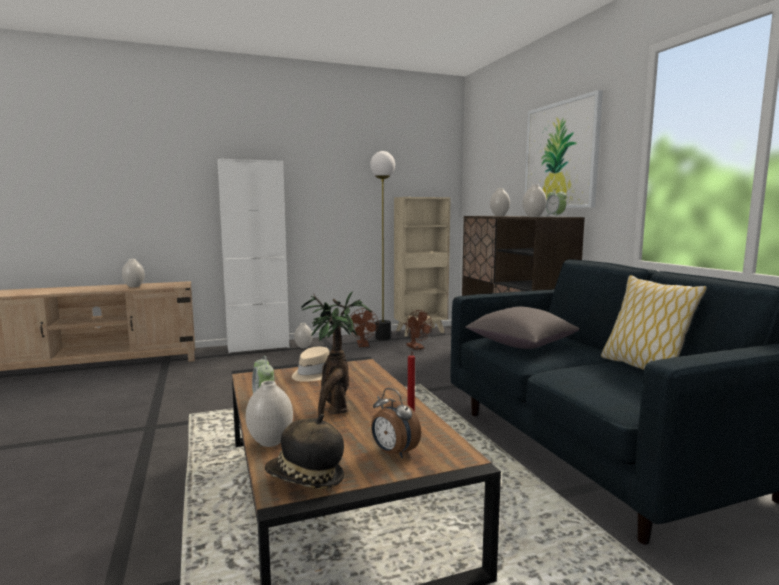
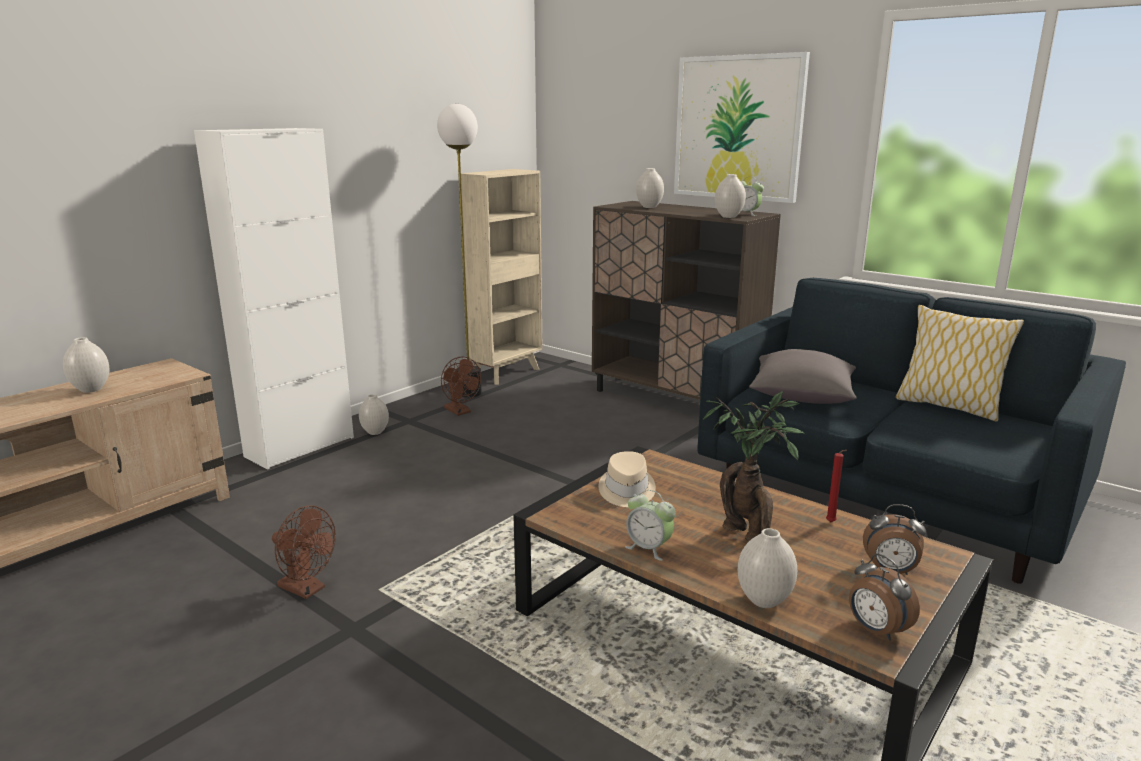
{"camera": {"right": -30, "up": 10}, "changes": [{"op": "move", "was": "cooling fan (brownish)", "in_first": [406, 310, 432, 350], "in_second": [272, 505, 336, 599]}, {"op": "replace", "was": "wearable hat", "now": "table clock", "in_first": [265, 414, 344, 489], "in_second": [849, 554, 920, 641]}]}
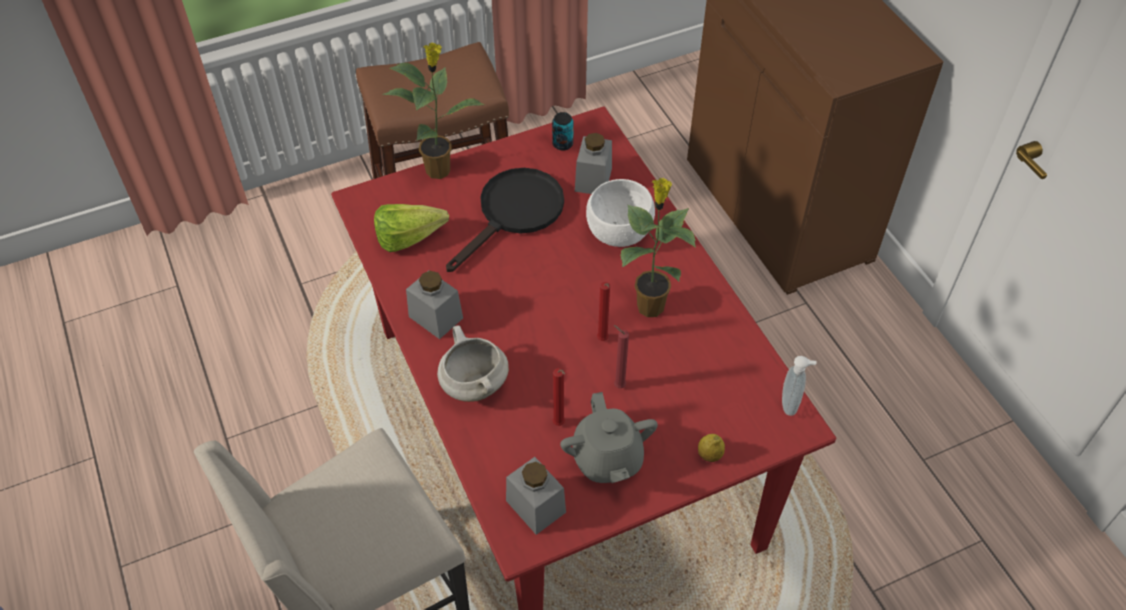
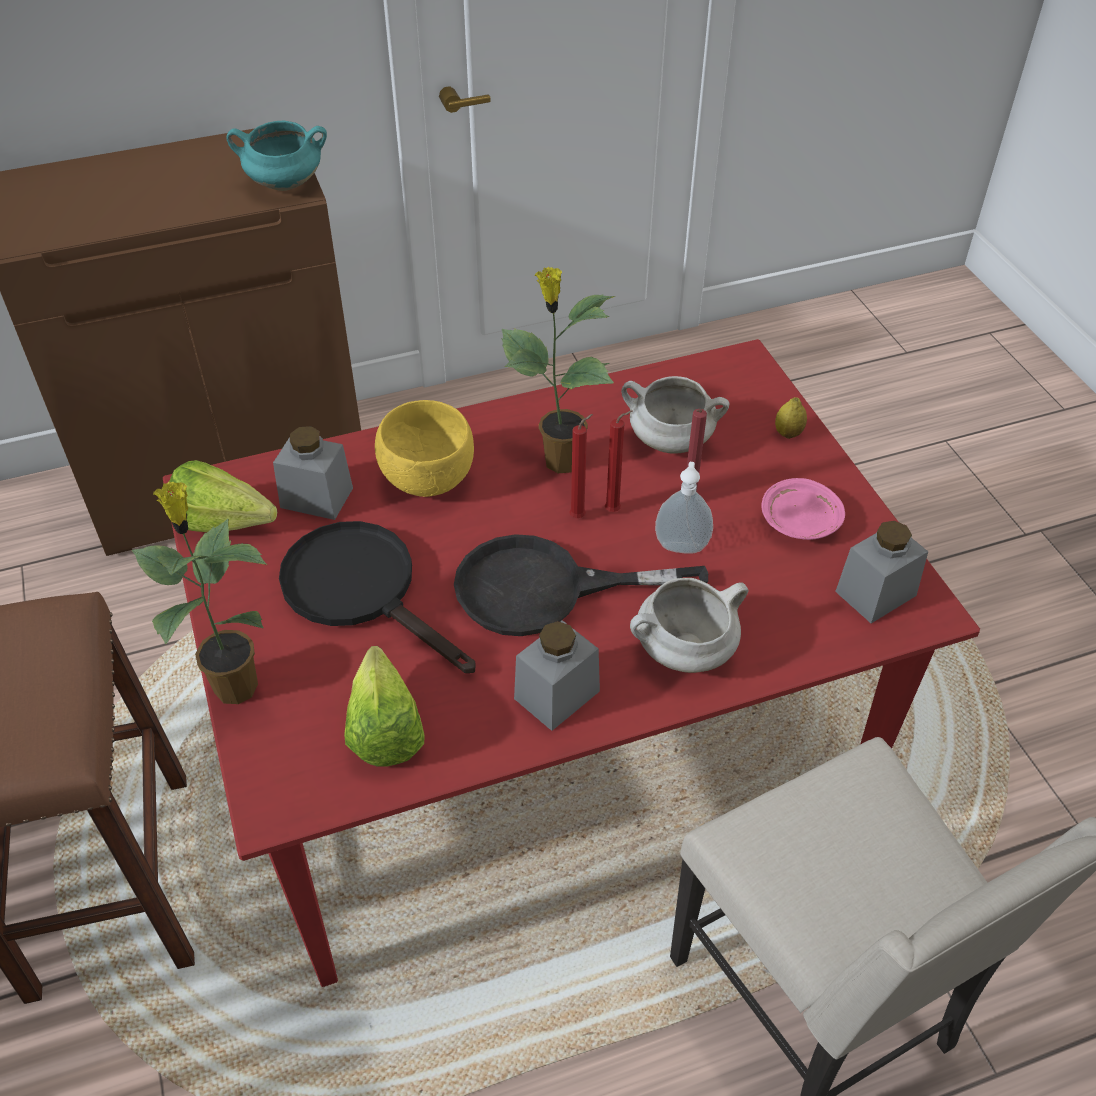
{"camera": {"right": -85, "up": -5}, "changes": [{"op": "insert", "now": "cooking pot (blue-green)", "in_second": [226, 121, 327, 191]}, {"op": "insert", "now": "skillet (black-coloured)", "in_second": [454, 534, 708, 636]}, {"op": "insert", "now": "cooking pot (whitish)", "in_second": [621, 376, 729, 454]}, {"op": "move", "was": "wax candle (reddish)", "in_first": [552, 368, 565, 426], "in_second": [570, 414, 593, 518]}, {"op": "move", "was": "soap dispenser", "in_first": [782, 356, 817, 416], "in_second": [655, 462, 713, 554]}, {"op": "replace", "was": "sealed can", "now": "lettuce", "in_first": [552, 112, 574, 151], "in_second": [169, 460, 277, 532]}, {"op": "replace", "was": "teapot (gray)", "now": "dinner plate (pink-coloured)", "in_first": [560, 392, 658, 483], "in_second": [761, 478, 845, 540]}, {"op": "recolor", "was": "serving bowl (whitish)", "now": "serving bowl (yellow)", "in_first": [586, 179, 655, 247], "in_second": [375, 400, 474, 497]}]}
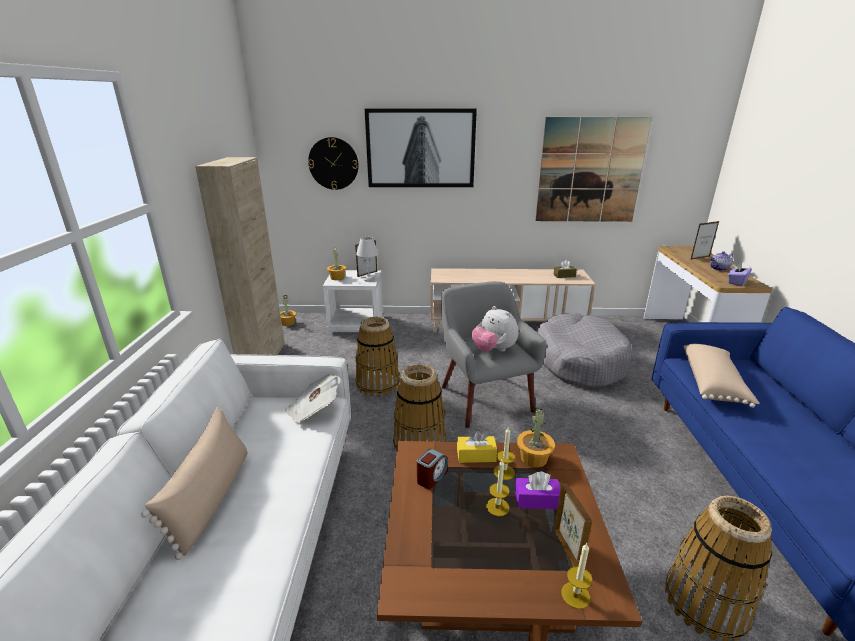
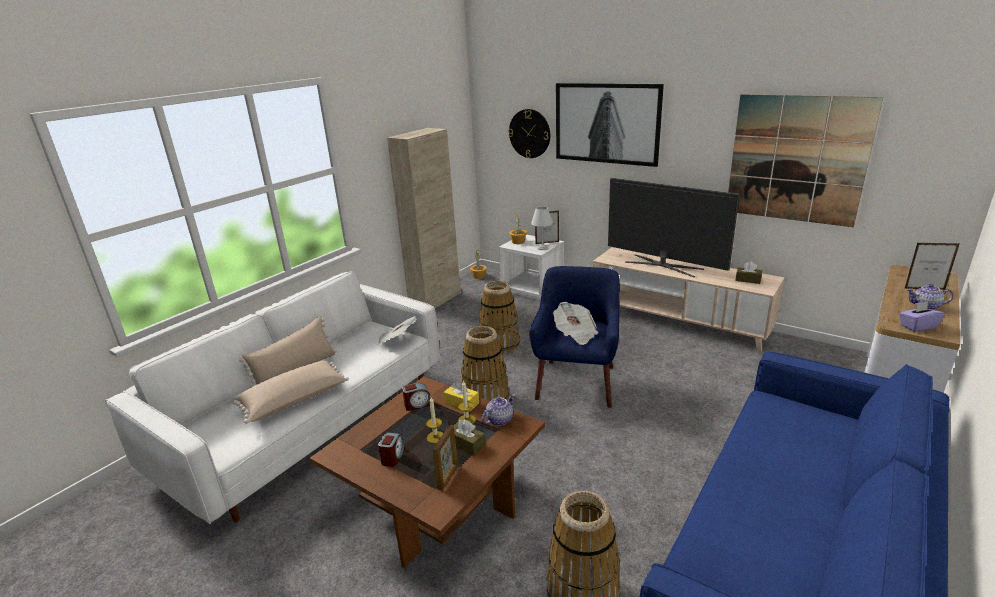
{"camera": {"right": 35, "up": 0}, "changes": [{"op": "delete", "was": "dog bed (gray)", "in_first": [537, 312, 632, 389]}, {"op": "delete", "was": "wax candle", "in_first": [561, 543, 592, 609]}, {"op": "insert", "now": "table clock", "in_second": [378, 433, 406, 467]}, {"op": "insert", "now": "TV", "in_second": [608, 178, 740, 277]}, {"op": "move", "was": "pillow (sand-coloured)", "in_first": [684, 344, 760, 408], "in_second": [233, 361, 349, 424]}, {"op": "replace", "was": "cuddly toy", "now": "daily paper", "in_first": [472, 306, 518, 352], "in_second": [553, 302, 598, 345]}, {"op": "replace", "was": "potted plant", "now": "teapot", "in_first": [517, 408, 555, 468], "in_second": [482, 394, 515, 426]}, {"op": "recolor", "was": "armchair (gray)", "now": "armchair (blue)", "in_first": [441, 281, 547, 428], "in_second": [529, 266, 620, 408]}, {"op": "recolor", "was": "tissue holder (purple-coloured)", "now": "tissue holder (brownish)", "in_first": [515, 472, 561, 509], "in_second": [453, 419, 485, 455]}]}
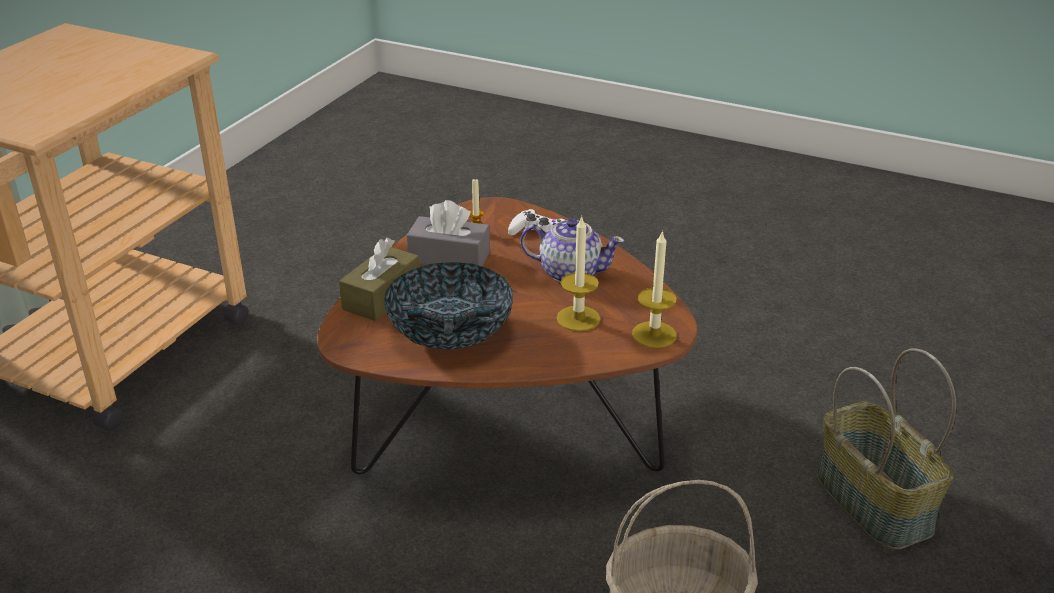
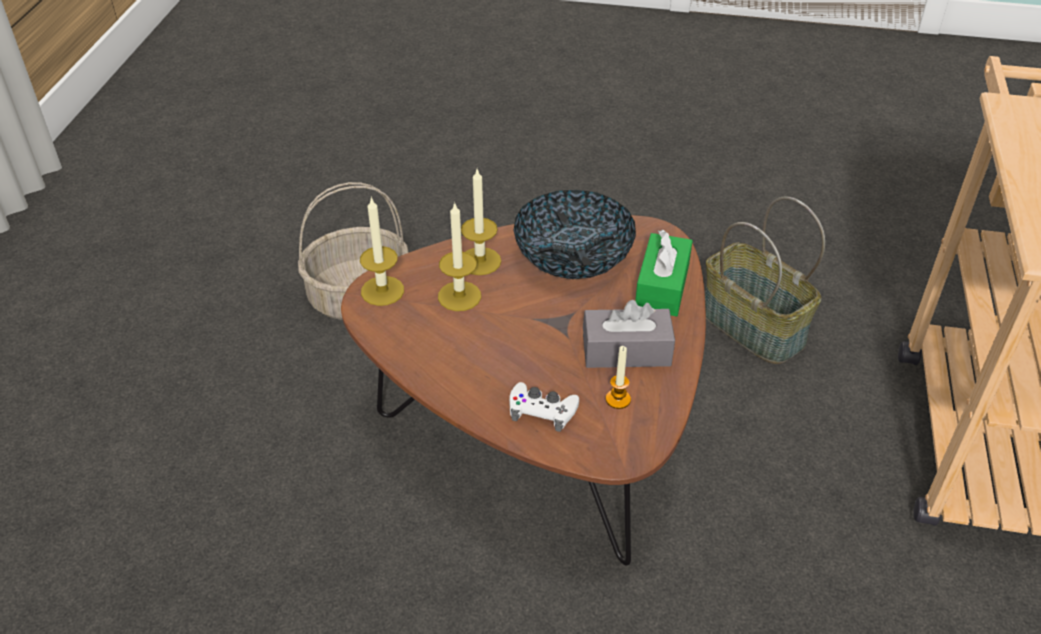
{"camera": {"right": 165, "up": 10}, "changes": [{"op": "delete", "was": "teapot", "in_first": [520, 218, 624, 282]}, {"op": "insert", "now": "wax candle", "in_second": [461, 169, 501, 275]}, {"op": "move", "was": "household basket", "in_first": [816, 348, 956, 550], "in_second": [705, 196, 825, 364]}, {"op": "recolor", "was": "tissue holder (brownish)", "now": "tissue holder (green-coloured)", "in_first": [339, 238, 420, 321], "in_second": [635, 230, 693, 316]}]}
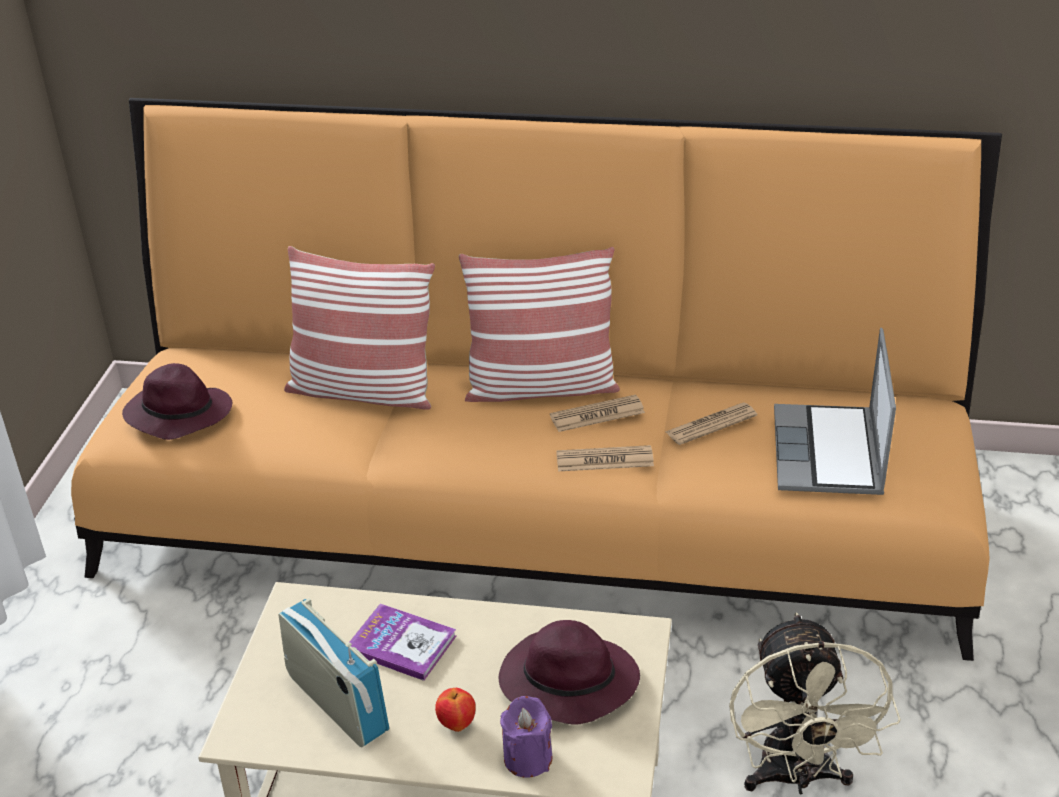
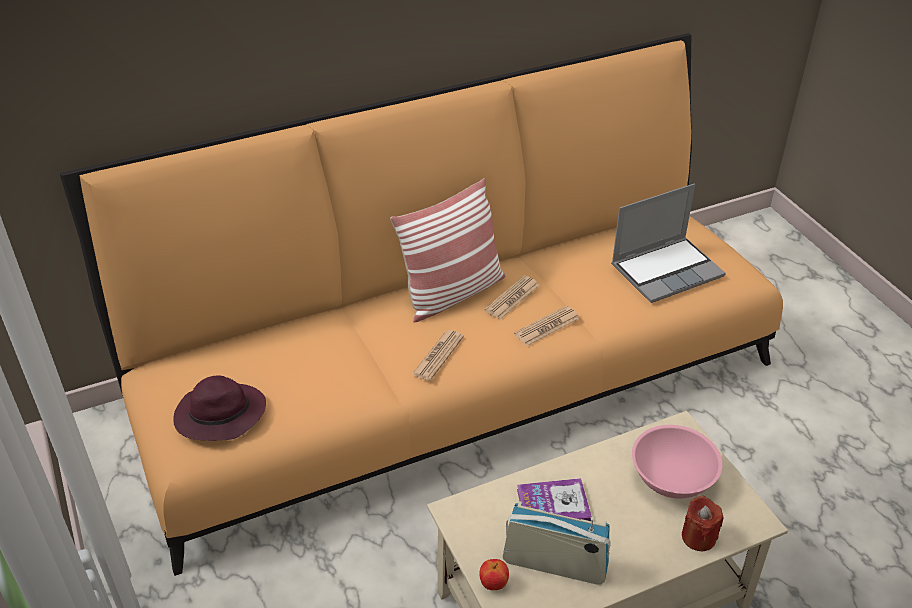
{"camera": {"right": -35, "up": 5}, "changes": [{"op": "delete", "was": "pillow", "in_first": [284, 246, 435, 410]}, {"op": "delete", "was": "cooling fan (sand-coloured)", "in_first": [729, 613, 901, 794]}, {"op": "move", "was": "apple", "in_first": [435, 688, 476, 732], "in_second": [479, 559, 509, 590]}, {"op": "move", "was": "daily paper", "in_first": [665, 402, 757, 445], "in_second": [412, 330, 464, 381]}, {"op": "replace", "was": "wearable hat (purple-coloured)", "now": "serving bowl (pink-coloured)", "in_first": [499, 620, 640, 725], "in_second": [632, 425, 722, 499]}, {"op": "recolor", "was": "wax candle (purple-coloured)", "now": "wax candle (reddish)", "in_first": [500, 696, 553, 778], "in_second": [682, 496, 724, 552]}, {"op": "rotate", "was": "notebook computer", "in_first": [774, 328, 896, 495], "in_second": [611, 184, 726, 303], "clockwise": -90}]}
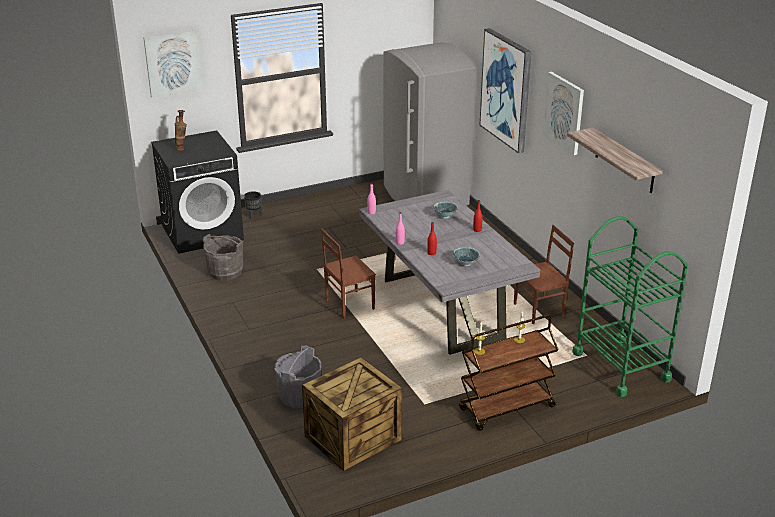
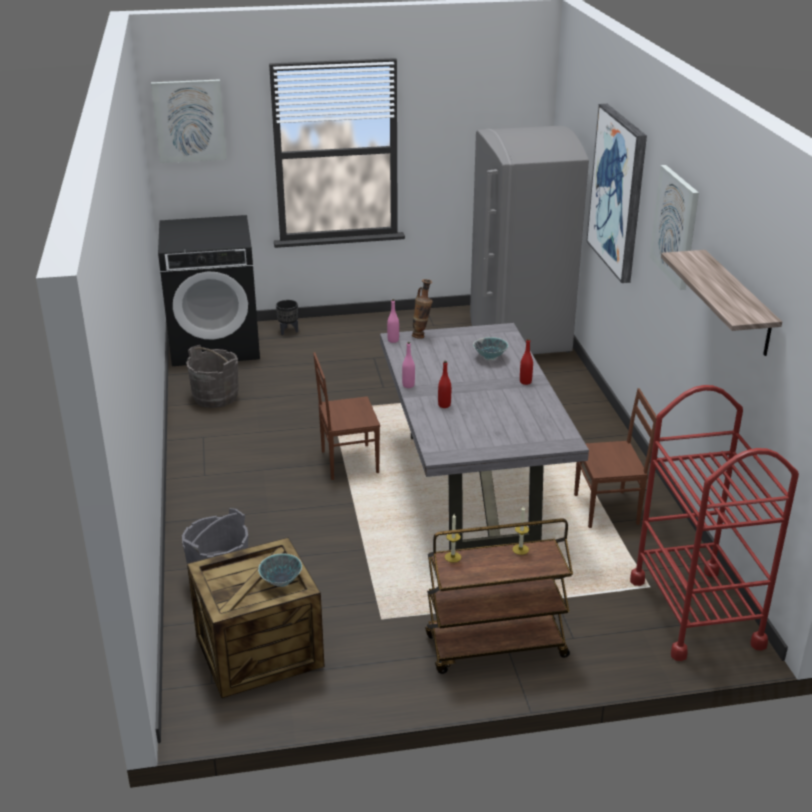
{"camera": {"right": 15, "up": 0}, "changes": [{"op": "move", "was": "decorative vase", "in_first": [175, 110, 187, 151], "in_second": [412, 279, 433, 339]}, {"op": "move", "was": "serving bowl", "in_first": [453, 247, 479, 266], "in_second": [258, 553, 302, 587]}, {"op": "recolor", "was": "trolley (green-coloured)", "now": "trolley (reddish)", "in_first": [573, 216, 688, 397], "in_second": [630, 385, 799, 661]}]}
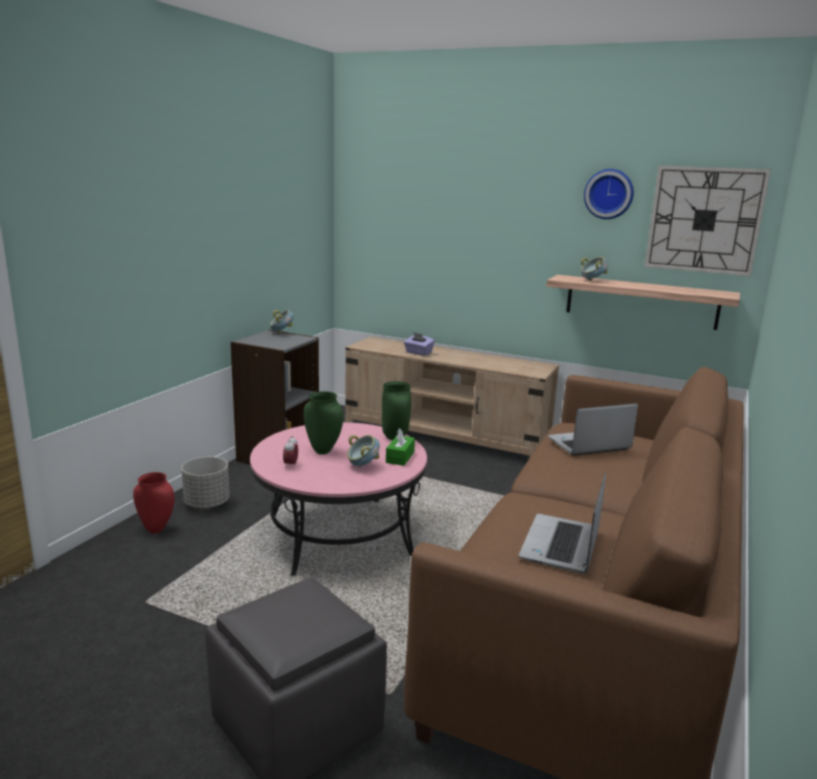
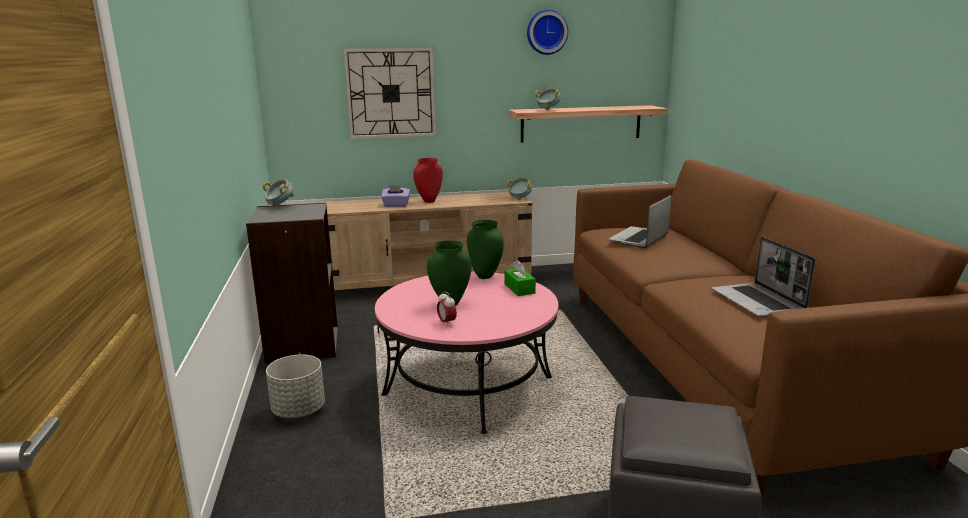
{"camera": {"right": -35, "up": 0}, "changes": [{"op": "move", "was": "decorative vase (reddish)", "in_first": [133, 472, 175, 534], "in_second": [413, 158, 443, 203]}, {"op": "move", "was": "serving bowl", "in_first": [347, 435, 380, 467], "in_second": [507, 177, 532, 200]}, {"op": "move", "was": "wall clock", "in_first": [644, 166, 771, 276], "in_second": [344, 48, 436, 139]}]}
